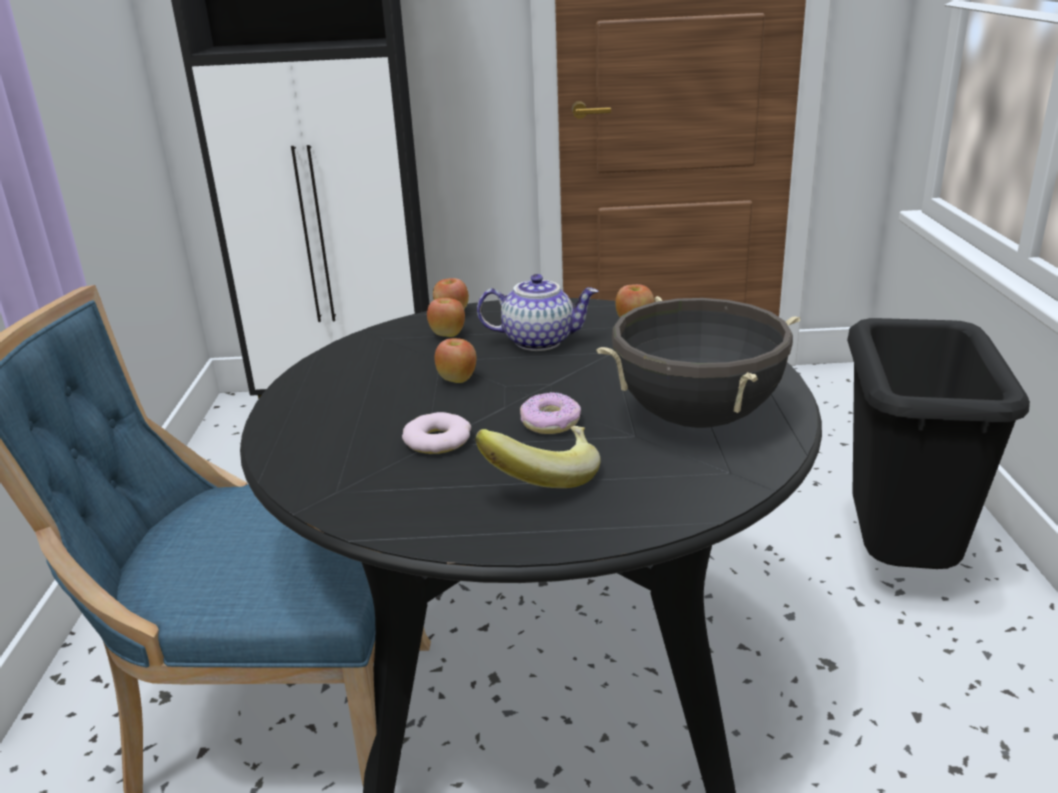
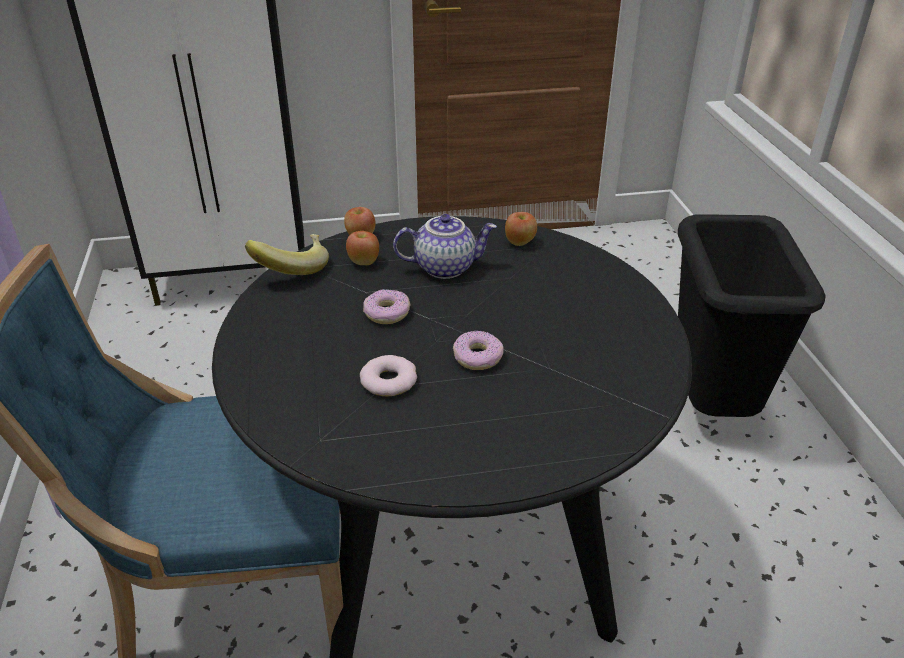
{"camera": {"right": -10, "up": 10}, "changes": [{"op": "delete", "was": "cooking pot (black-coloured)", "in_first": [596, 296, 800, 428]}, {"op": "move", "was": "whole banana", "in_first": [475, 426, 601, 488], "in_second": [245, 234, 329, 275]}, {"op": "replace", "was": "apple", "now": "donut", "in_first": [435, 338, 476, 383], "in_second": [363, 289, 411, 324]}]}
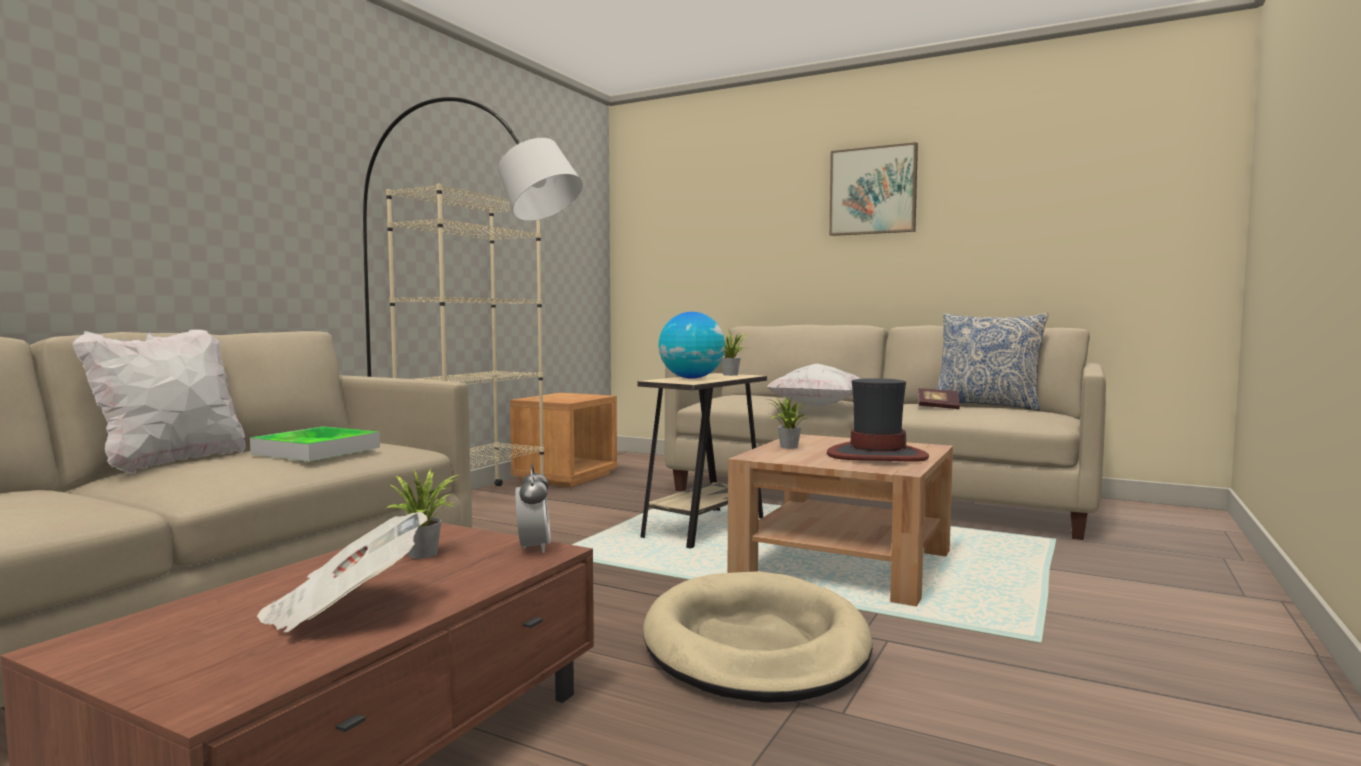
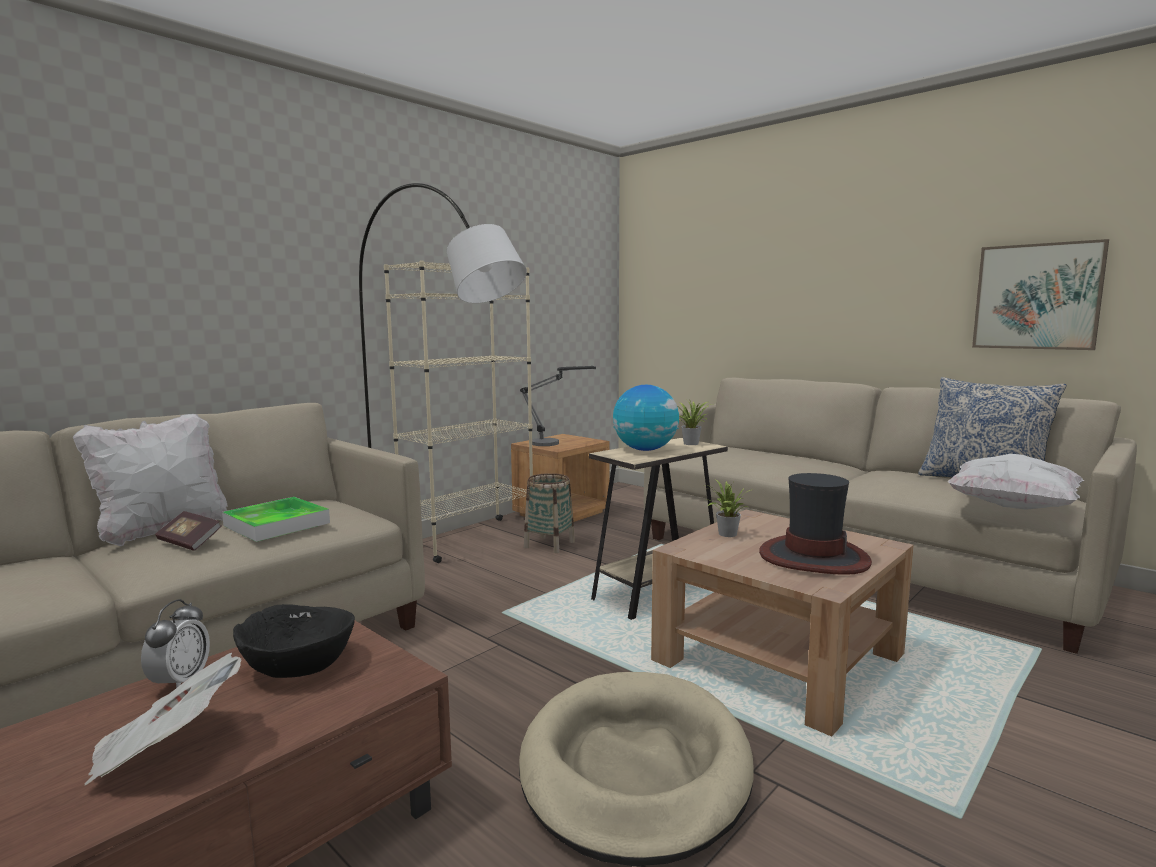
{"camera": {"right": 15, "up": 5}, "changes": [{"op": "insert", "now": "lamp for a table", "in_second": [520, 366, 596, 446]}, {"op": "insert", "now": "household basket", "in_second": [524, 473, 575, 553]}, {"op": "move", "was": "table clock", "in_first": [515, 464, 551, 553], "in_second": [141, 599, 210, 688]}, {"op": "move", "was": "pillow (whitish)", "in_first": [766, 364, 860, 407], "in_second": [947, 454, 1084, 510]}, {"op": "move", "was": "picture", "in_first": [829, 142, 918, 236], "in_second": [972, 239, 1109, 350]}, {"op": "move", "was": "bound book", "in_first": [917, 388, 960, 409], "in_second": [155, 511, 221, 551]}, {"op": "replace", "was": "potted plant", "now": "serving bowl (black-coloured)", "in_first": [387, 469, 460, 559], "in_second": [233, 604, 355, 678]}]}
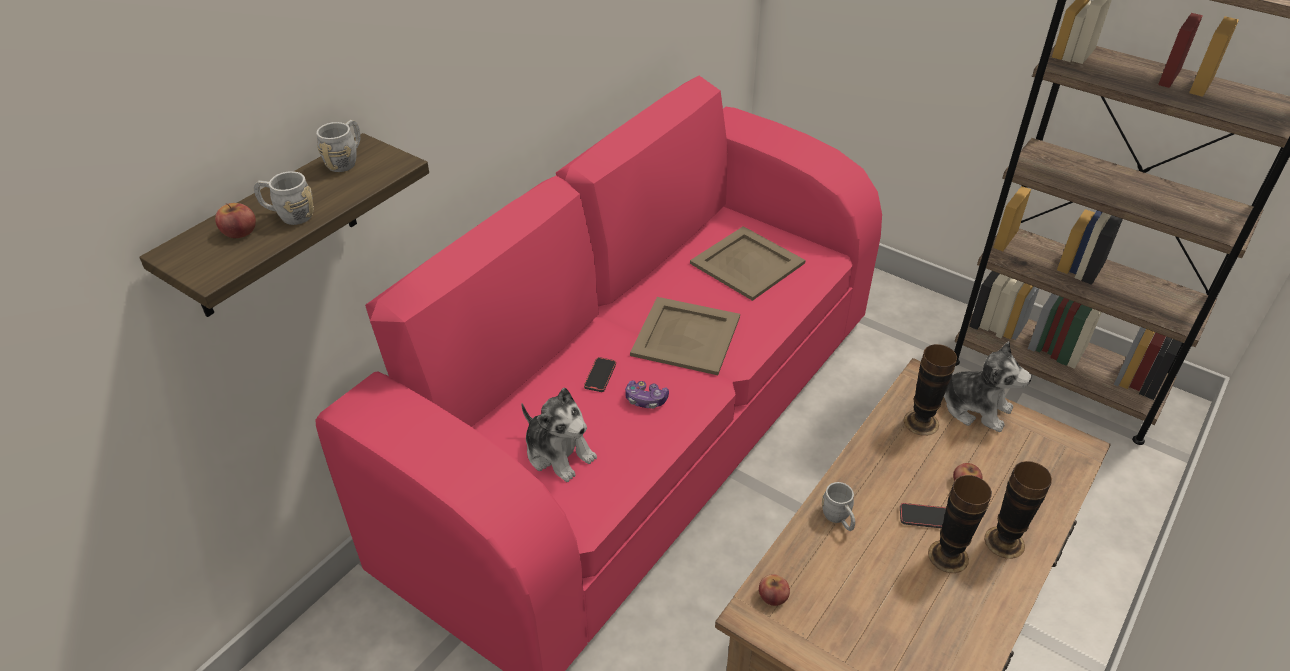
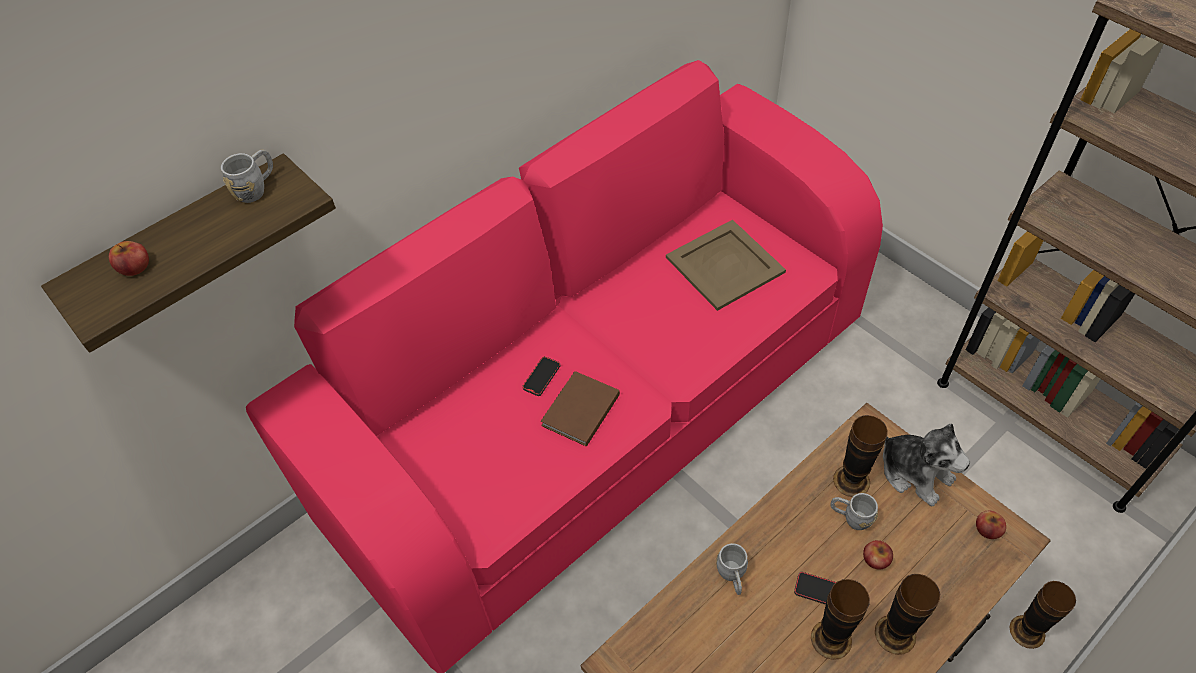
{"camera": {"right": 15, "up": 10}, "changes": [{"op": "delete", "was": "cuddly toy", "in_first": [521, 388, 597, 482]}, {"op": "delete", "was": "tray (sand-coloured)", "in_first": [630, 297, 740, 375]}, {"op": "insert", "now": "decorative vase", "in_second": [1009, 581, 1076, 649]}, {"op": "move", "was": "mug (gray)", "in_first": [254, 171, 314, 225], "in_second": [830, 493, 878, 530]}, {"op": "move", "was": "apple", "in_first": [759, 574, 790, 606], "in_second": [976, 511, 1006, 539]}, {"op": "replace", "was": "gamepad", "now": "bound book (brownish)", "in_first": [625, 380, 669, 409], "in_second": [541, 371, 620, 447]}]}
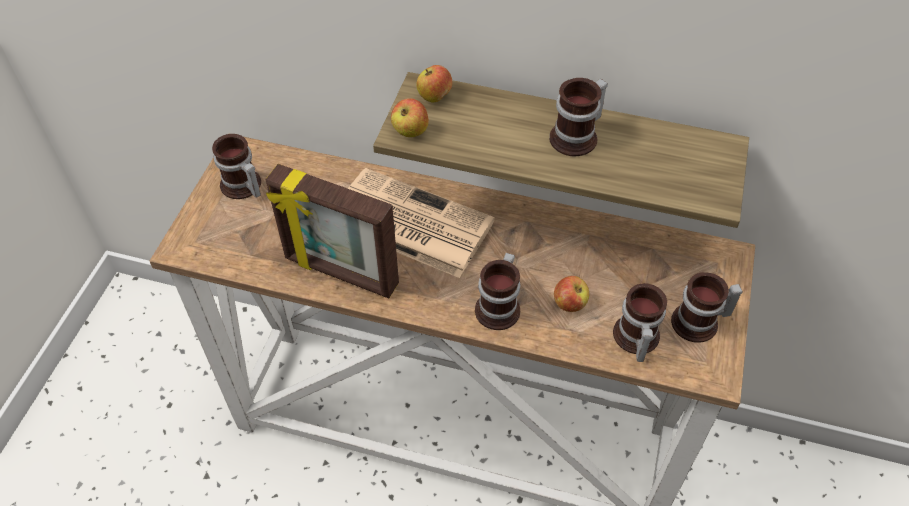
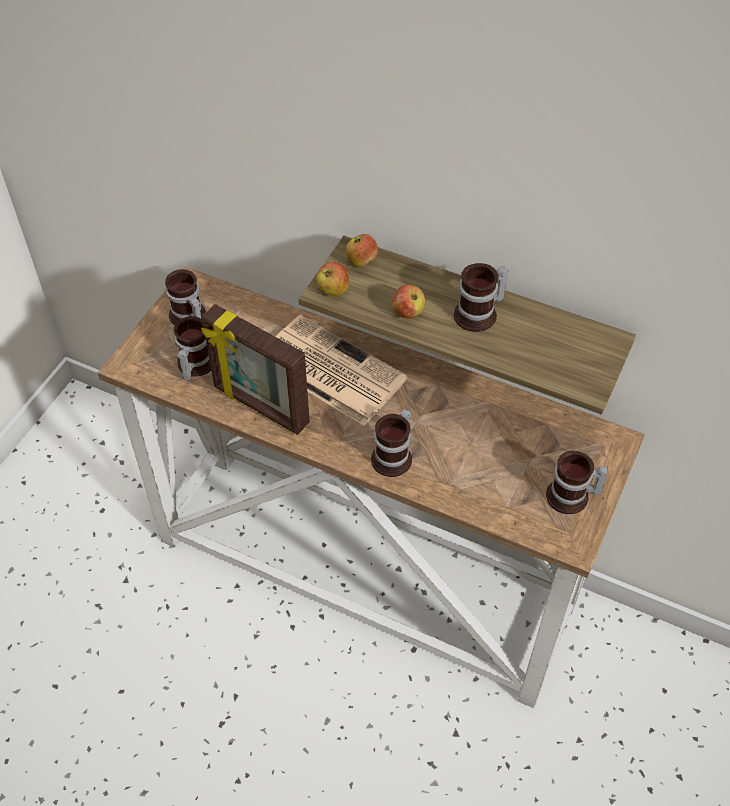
{"camera": {"right": 10, "up": 0}, "changes": [{"op": "move", "was": "apple", "in_first": [554, 276, 589, 312], "in_second": [392, 285, 426, 319]}, {"op": "move", "was": "mug", "in_first": [613, 283, 667, 362], "in_second": [174, 316, 211, 381]}]}
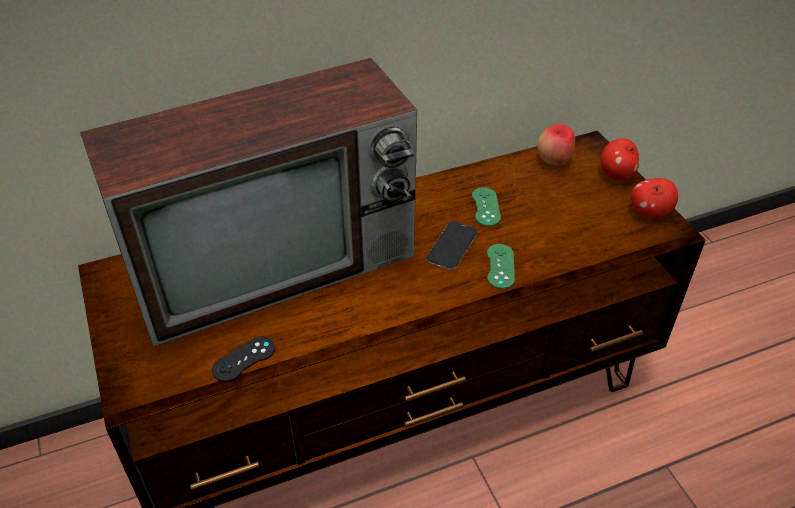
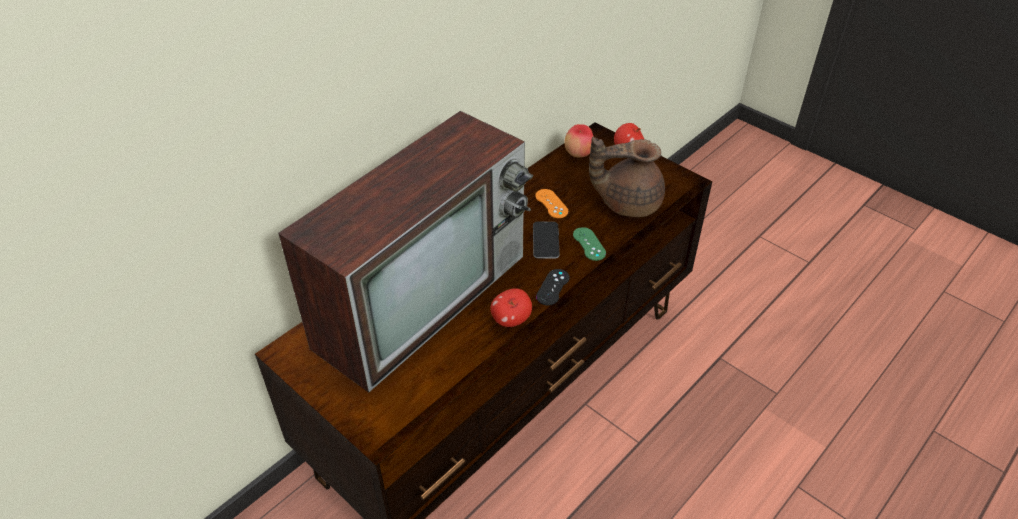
{"camera": {"right": -25, "up": 0}, "changes": [{"op": "insert", "now": "teapot (brownish)", "in_second": [589, 137, 665, 217]}, {"op": "move", "was": "gamepad (black-coloured)", "in_first": [212, 336, 275, 382], "in_second": [536, 269, 570, 305]}, {"op": "move", "was": "apple", "in_first": [631, 178, 678, 218], "in_second": [490, 288, 532, 327]}, {"op": "recolor", "was": "gamepad (green-coloured)", "now": "gamepad (orangey)", "in_first": [472, 187, 501, 227], "in_second": [535, 189, 568, 218]}]}
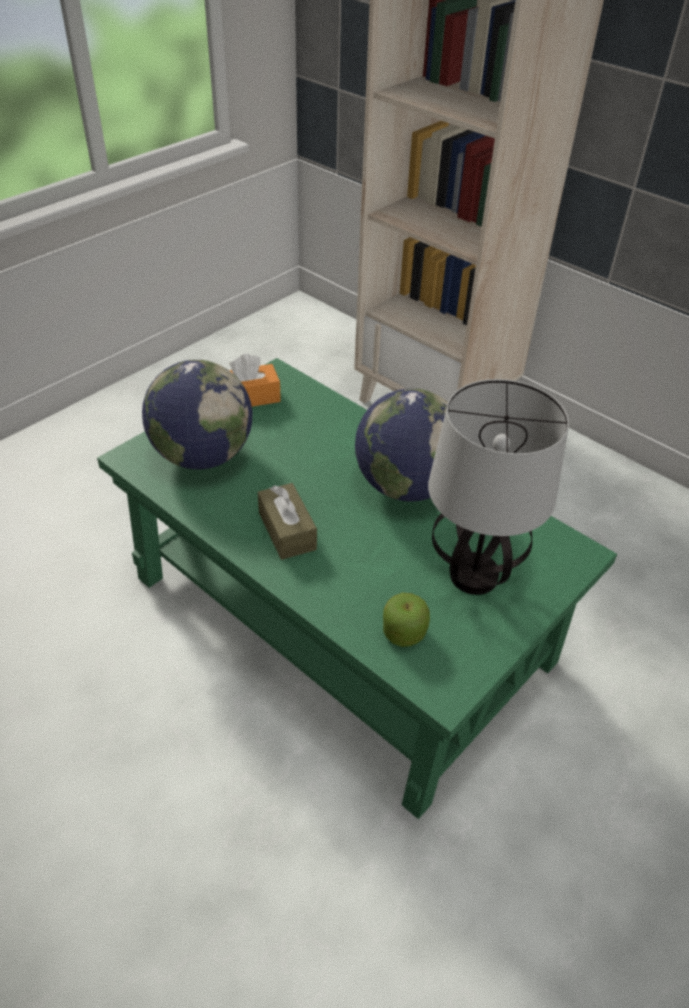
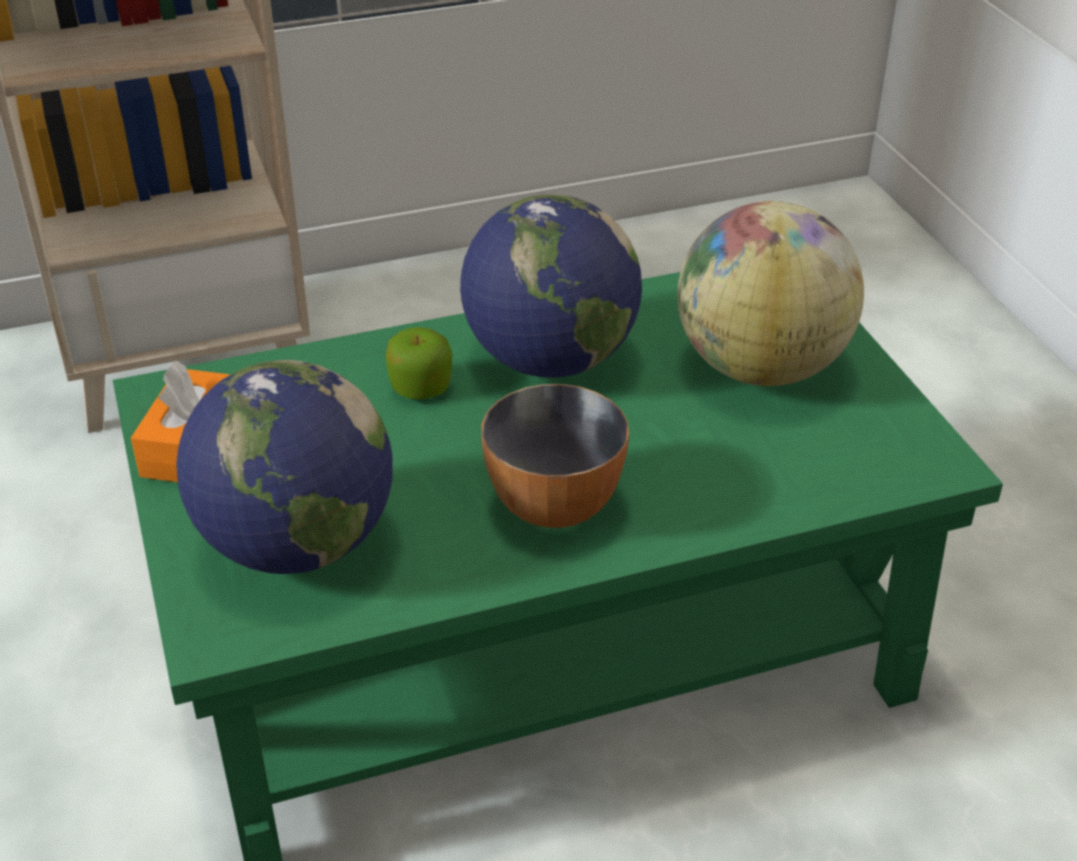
{"camera": {"right": -60, "up": -5}, "changes": [{"op": "move", "was": "apple", "in_first": [383, 593, 430, 647], "in_second": [386, 327, 452, 400]}, {"op": "replace", "was": "tissue holder (brownish)", "now": "serving bowl", "in_first": [258, 483, 317, 560], "in_second": [481, 384, 629, 528]}, {"op": "replace", "was": "lamp for a table", "now": "world globe", "in_first": [428, 379, 569, 595], "in_second": [677, 201, 864, 386]}]}
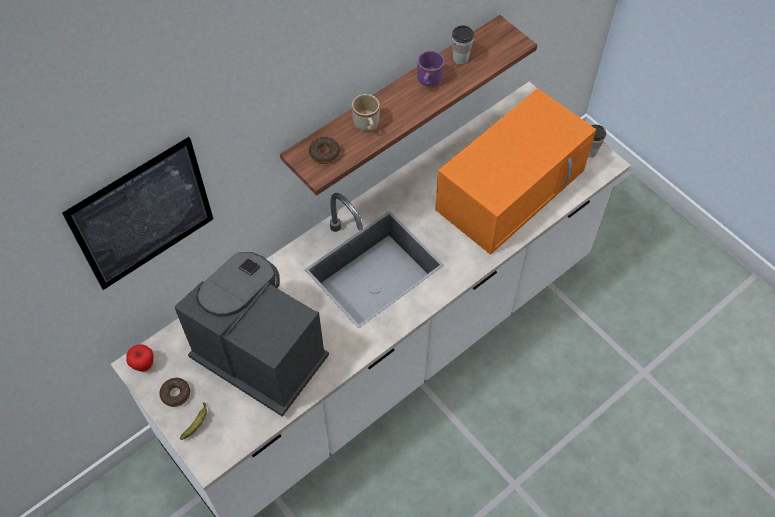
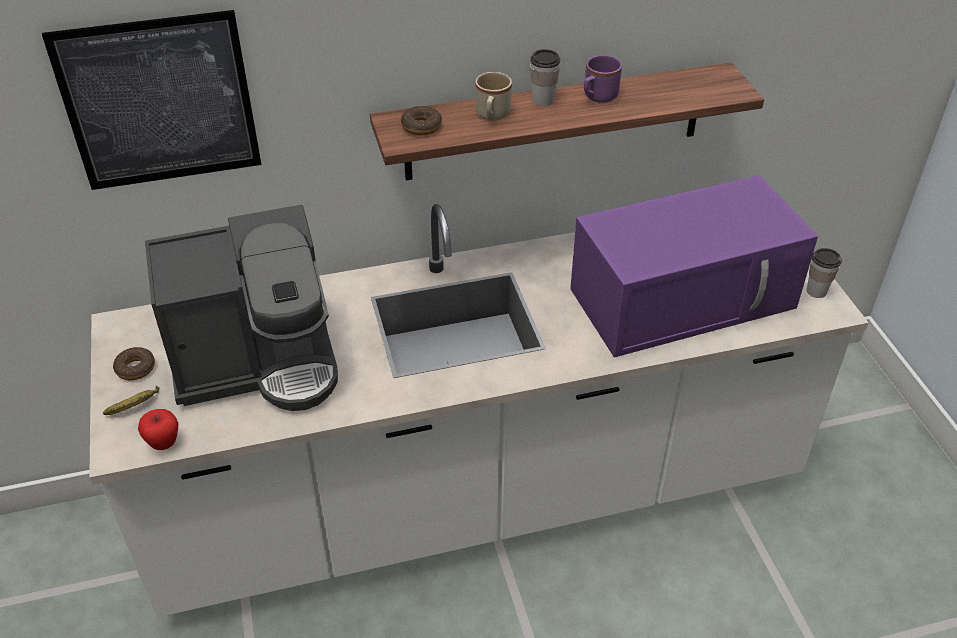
{"camera": {"right": 25, "up": -15}, "changes": [{"op": "move", "was": "apple", "in_first": [126, 344, 153, 372], "in_second": [138, 409, 178, 450]}, {"op": "move", "was": "small cup", "in_first": [452, 25, 474, 64], "in_second": [530, 49, 560, 106]}, {"op": "recolor", "was": "microwave oven (orangey)", "now": "microwave oven (purple-coloured)", "in_first": [435, 88, 596, 255], "in_second": [570, 175, 818, 357]}, {"op": "rotate", "was": "coffee machine", "in_first": [174, 252, 329, 417], "in_second": [145, 205, 338, 411], "clockwise": 105}]}
